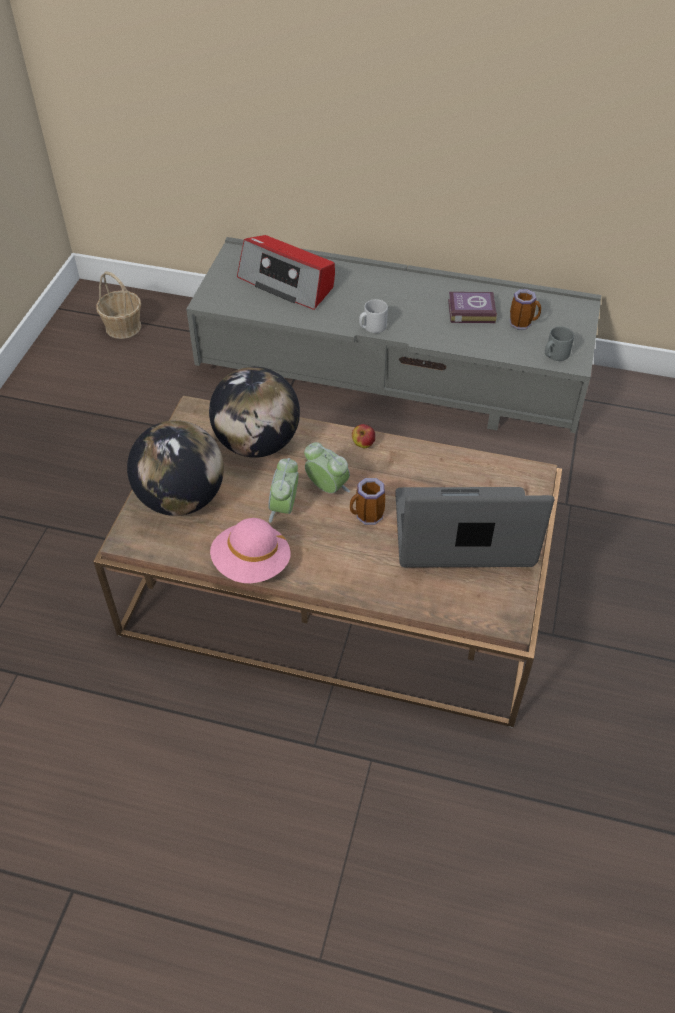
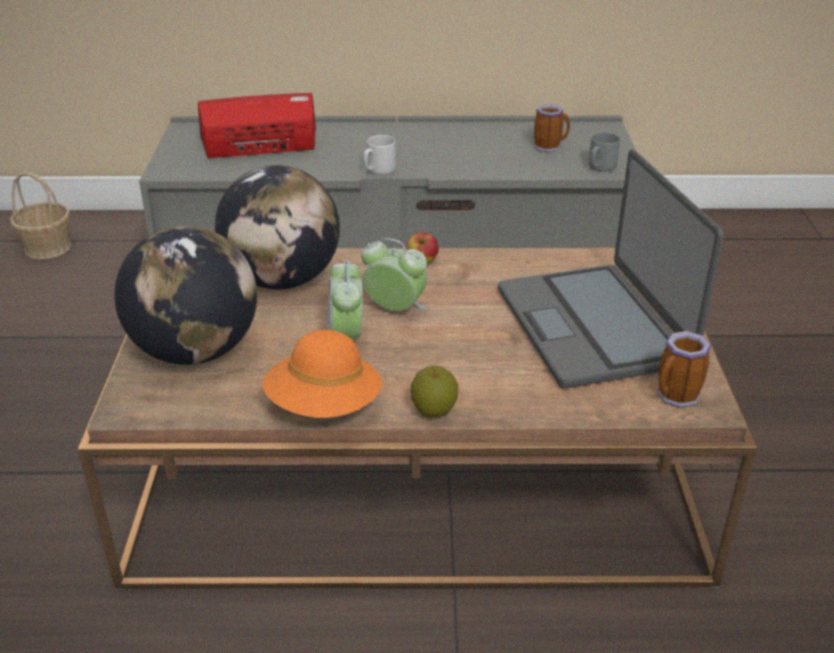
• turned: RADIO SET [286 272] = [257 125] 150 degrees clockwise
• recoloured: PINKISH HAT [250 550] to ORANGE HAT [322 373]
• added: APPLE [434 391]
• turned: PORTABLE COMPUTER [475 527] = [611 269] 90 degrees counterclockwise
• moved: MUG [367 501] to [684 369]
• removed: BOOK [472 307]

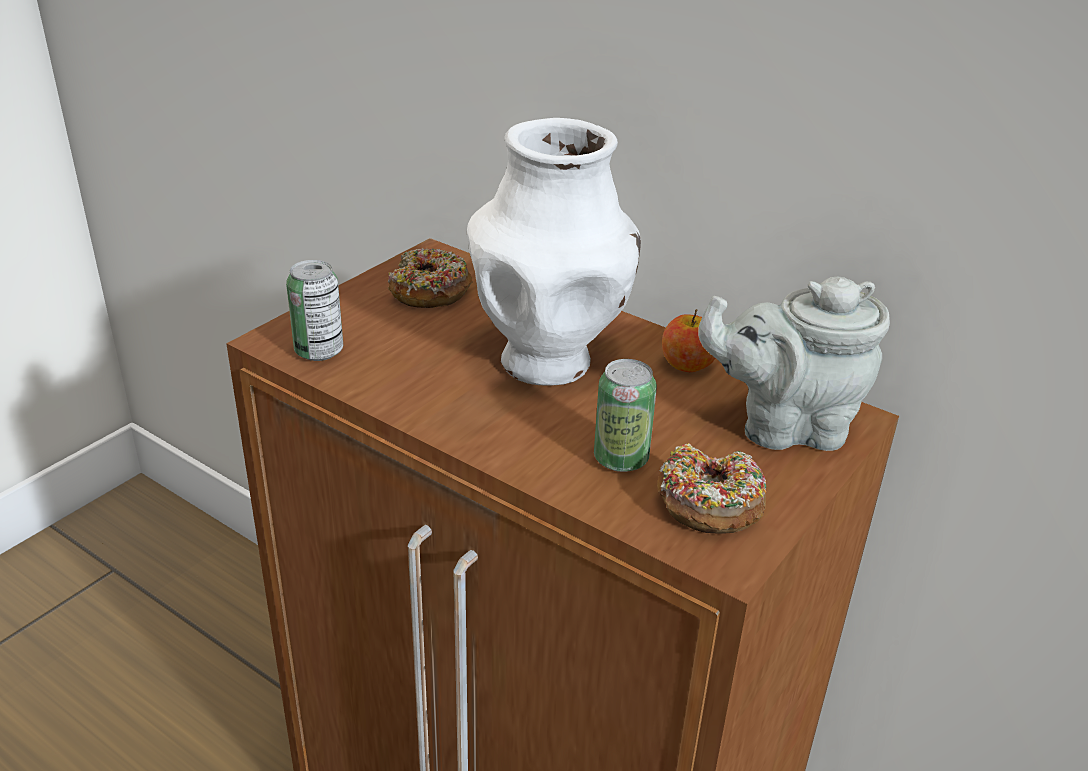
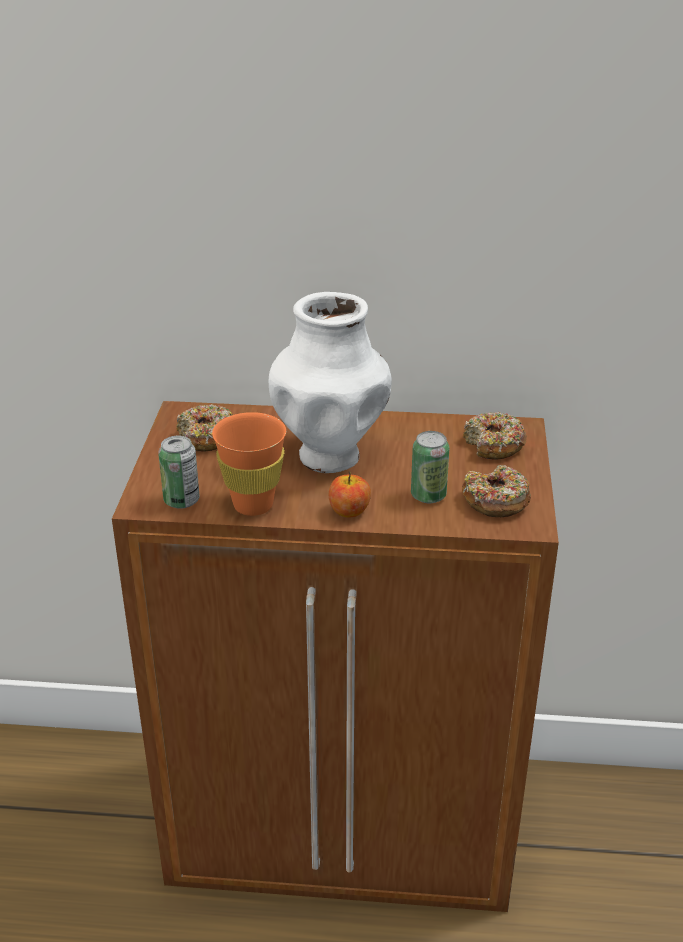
• added: ORANGE CUP [249 464]
• moved: APPLE [688 340] to [350 494]
• replaced: GREYISH POT FOR TEA [794 364] to DONUT [495 436]

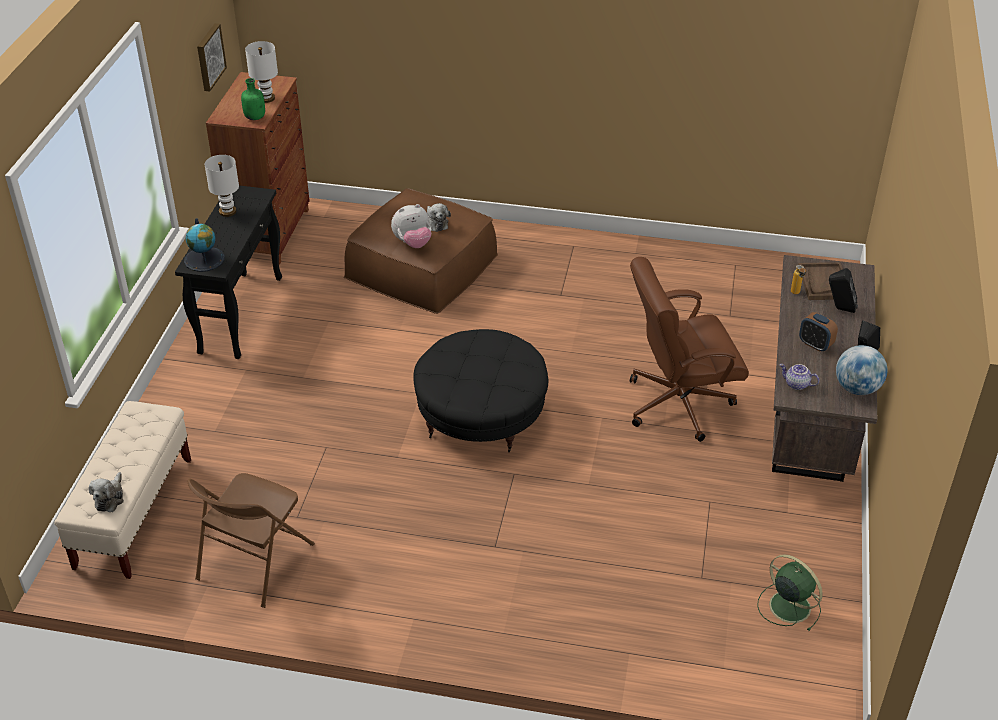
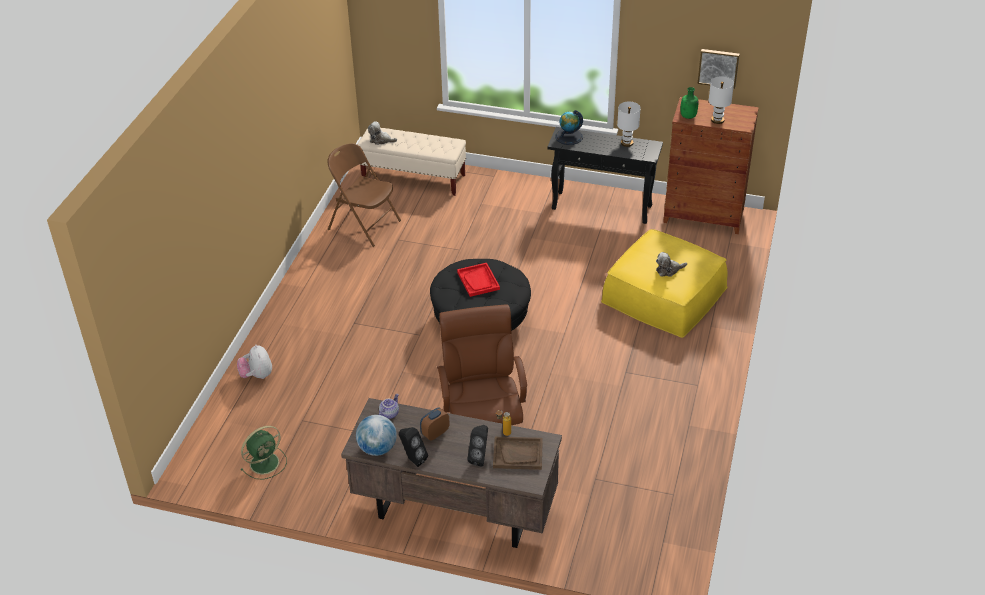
• moved: SOFT TOY [411 226] to [254 362]
• added: RED-COLOURED SERVING TRAY [478 280]
• recoloured: BROWN FOOTREST [421 251] to YELLOW FOOTREST [664 283]

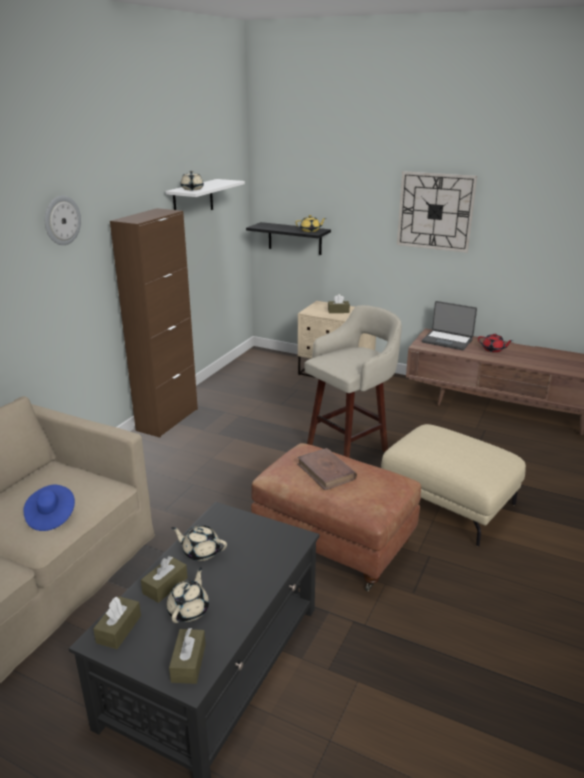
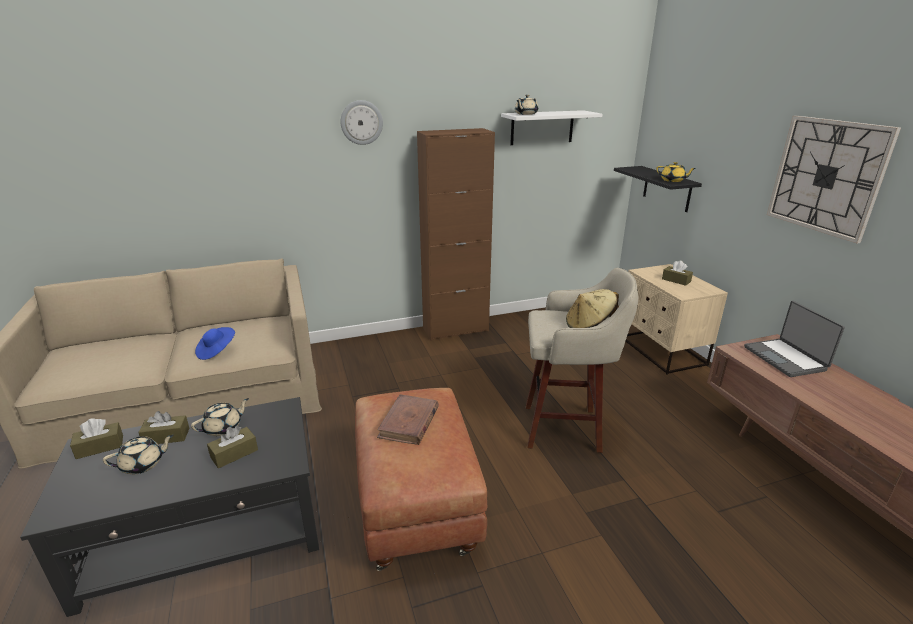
• turned: SAND-COLOURED POT FOR TEA [199 543] = [220 417] 75 degrees clockwise
• moved: BROWN BOX OF TISSUES [187 656] to [232 447]
• added: SAND-COLOURED HAT [592 308]
• removed: SAND-COLOURED FOOTREST [453 485]
• removed: RED-COLOURED POT FOR TEA [495 343]

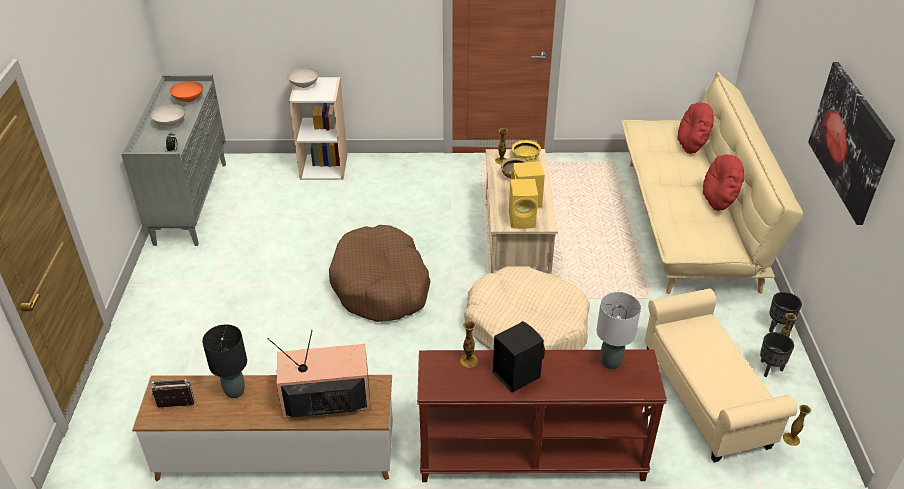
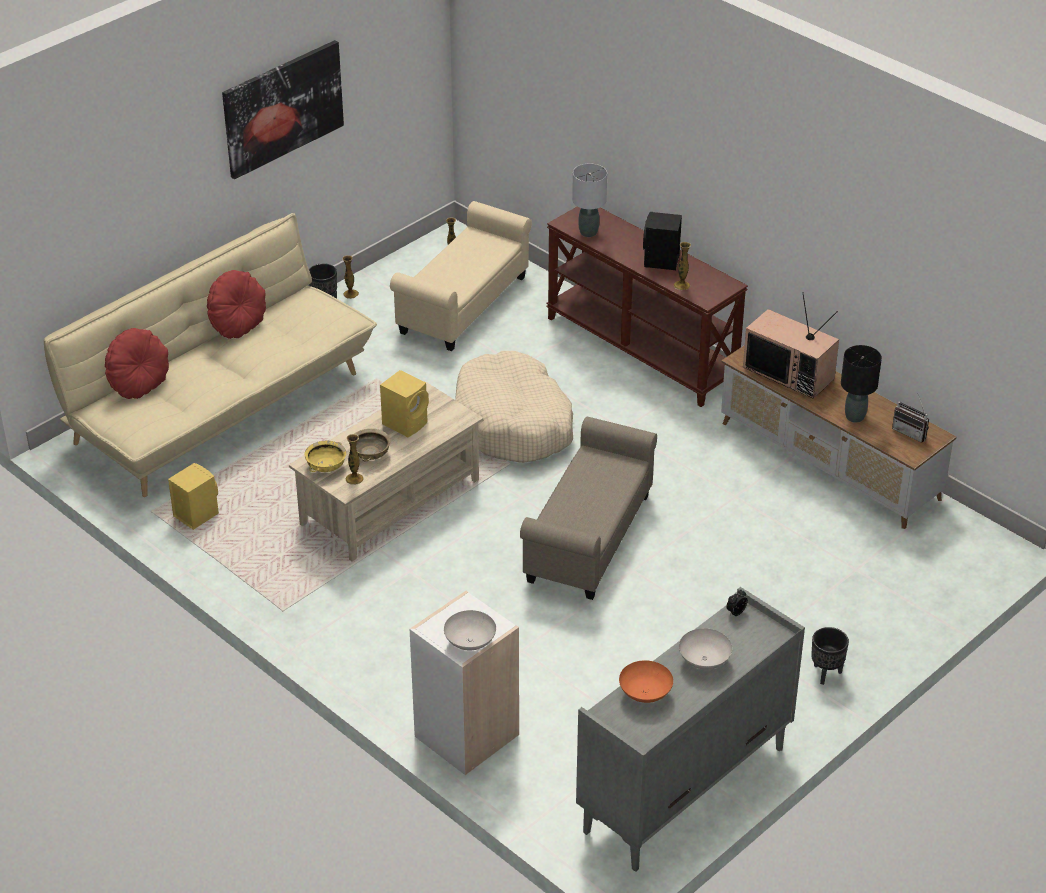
• moved: YELLOW SPEAKER [523 204] to [193 496]
• replaced: BROWN DOG BED [380 273] to SAND-COLOURED FOOTREST [588 508]
• moved: BLACKISH PLANT POT [777 354] to [830 656]

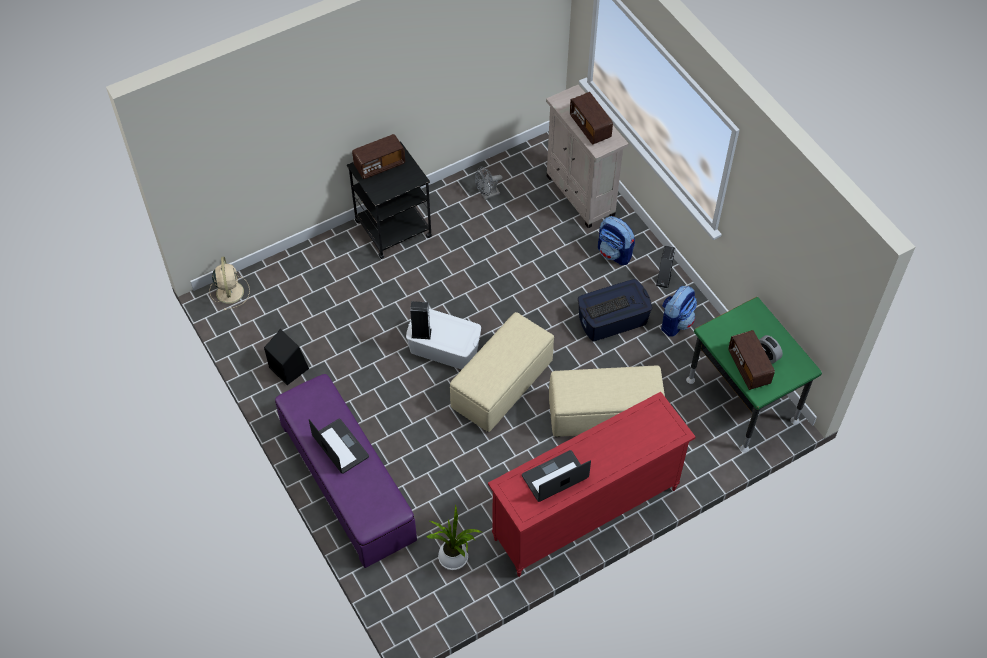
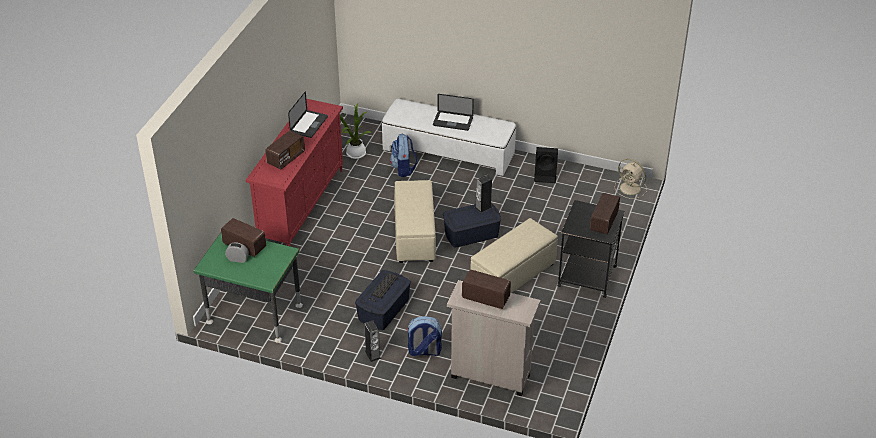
• added: RADIO SET [285 150]
• recoloured: PURPLE-COLOURED LONG SEAT [346 471] to WHITE LONG SEAT [449 137]
• moved: KNAPSACK [679 311] to [404 155]
• recoloured: WHITE STORAGE BIN [443 339] to BLUE STORAGE BIN [472 225]
• moved: SAND-COLOURED FOOTREST [607 401] to [514 255]
• removed: GREYISH FAN [489 183]

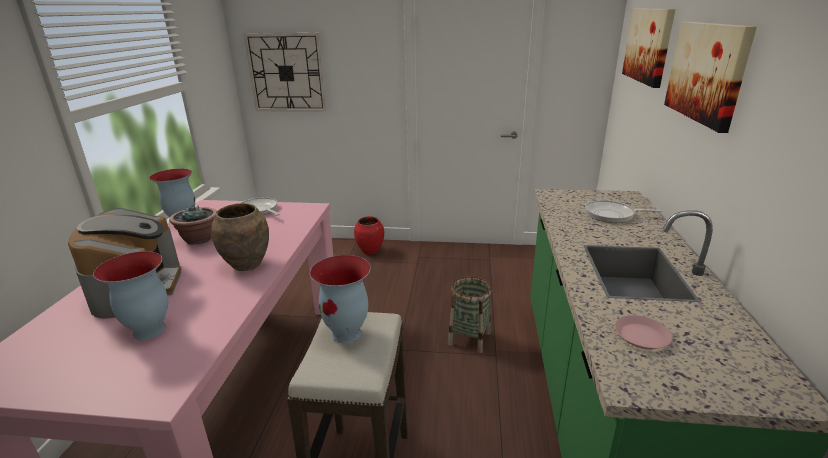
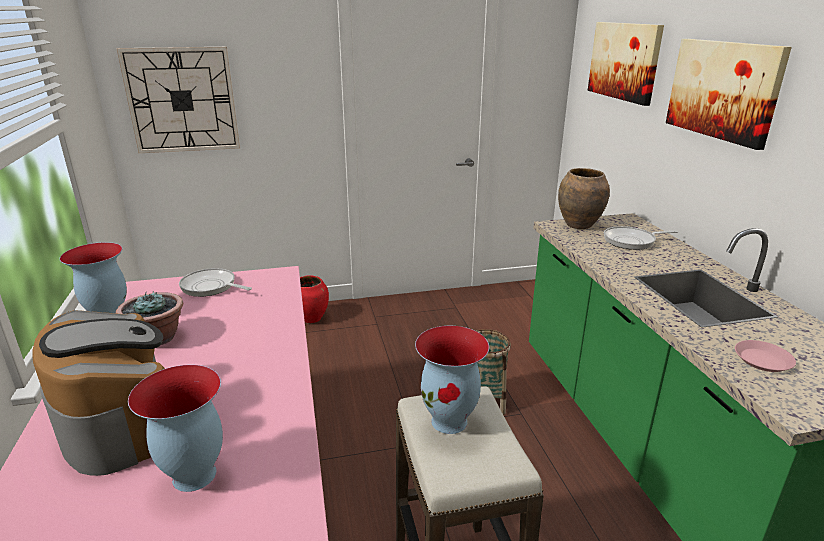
• moved: BROWN FLOWER VASE [240 237] to [584 198]

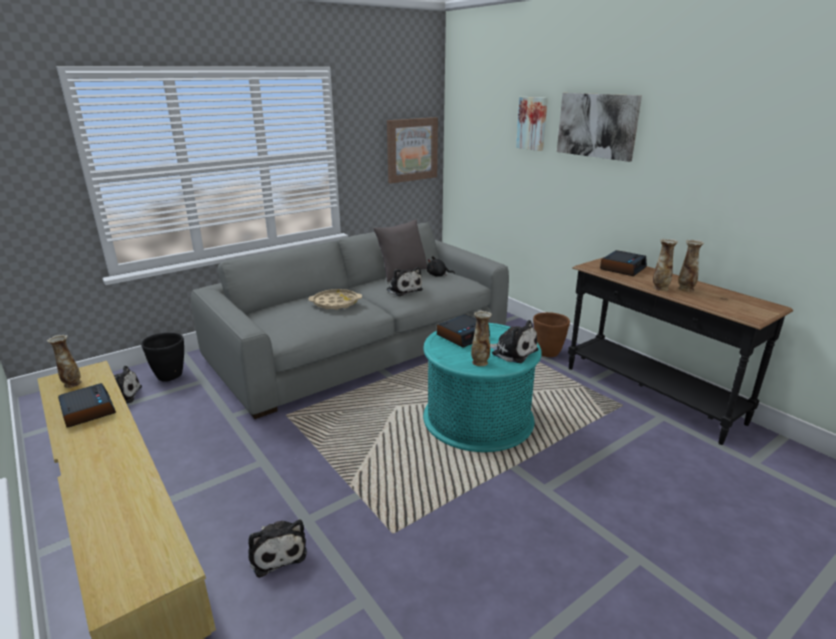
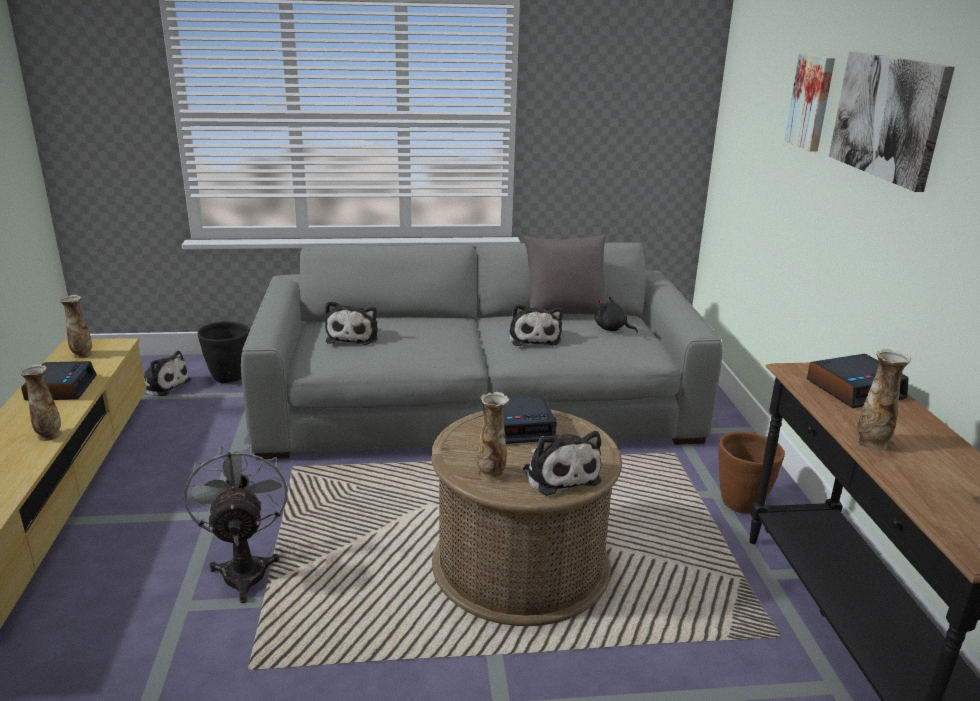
• moved: FLOWER VASE [691 266] to [40 402]
• added: GREYISH FAN [235 523]
• moved: SOFT TOY [277 549] to [351 323]
• recoloured: TURQUOISE LOW TABLE [482 387] to BROWN LOW TABLE [526 517]
• removed: SAND-COLOURED SERVING TRAY [335 299]
• removed: PICTURE [412 150]

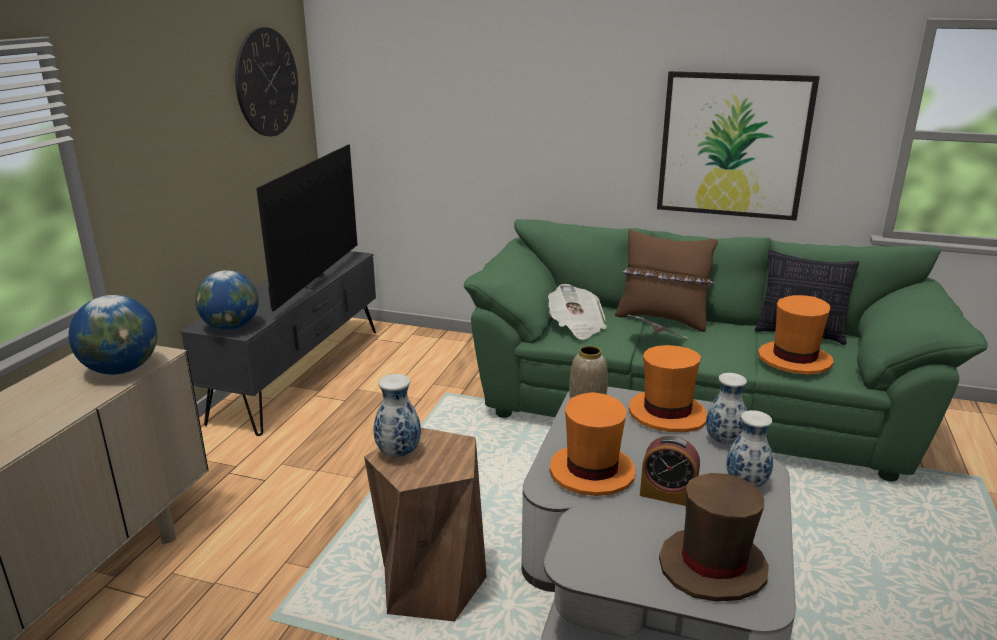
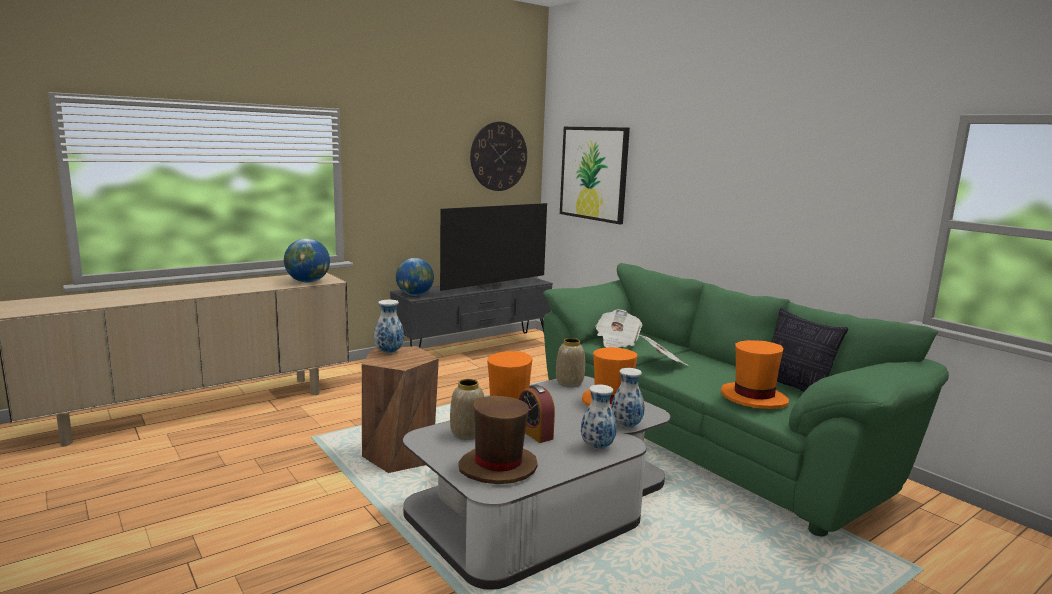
• added: FLOWER VASE [467 409]
• moved: PICTURE [738 146] to [595 175]
• removed: BROWN THROW PILLOW [666 280]

